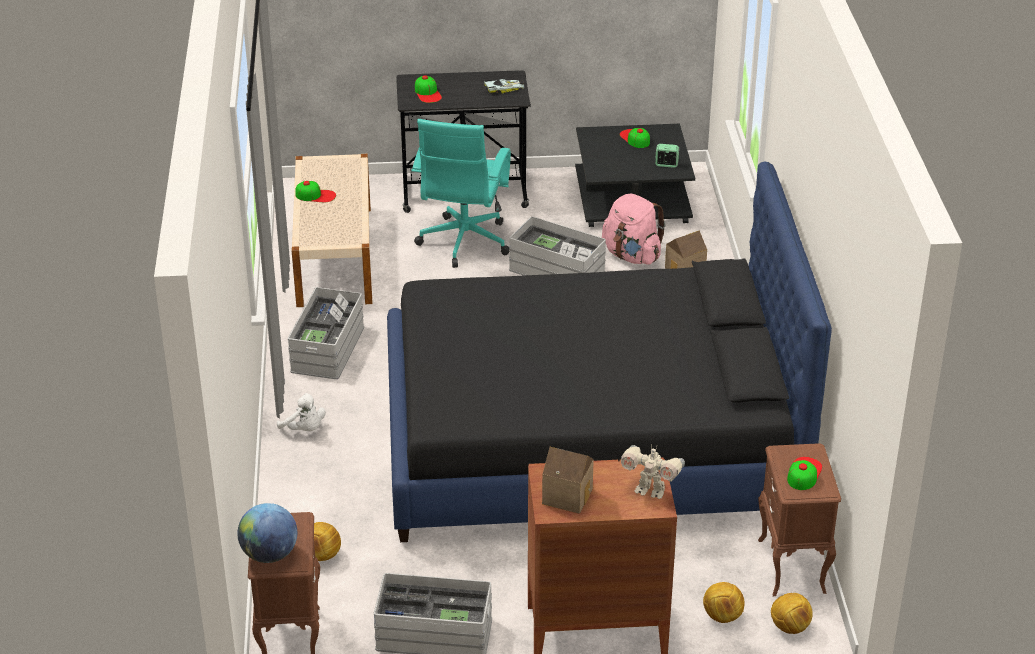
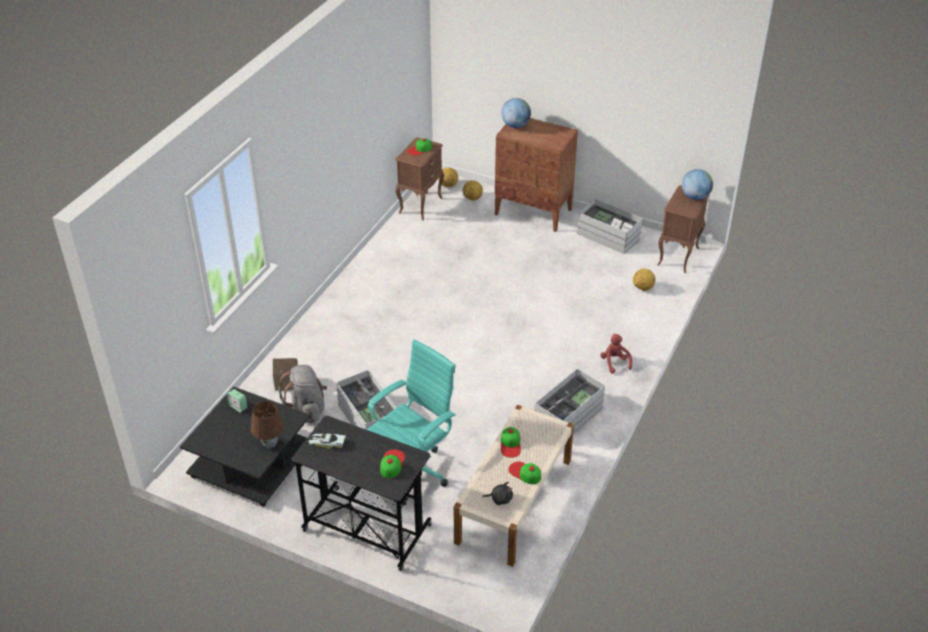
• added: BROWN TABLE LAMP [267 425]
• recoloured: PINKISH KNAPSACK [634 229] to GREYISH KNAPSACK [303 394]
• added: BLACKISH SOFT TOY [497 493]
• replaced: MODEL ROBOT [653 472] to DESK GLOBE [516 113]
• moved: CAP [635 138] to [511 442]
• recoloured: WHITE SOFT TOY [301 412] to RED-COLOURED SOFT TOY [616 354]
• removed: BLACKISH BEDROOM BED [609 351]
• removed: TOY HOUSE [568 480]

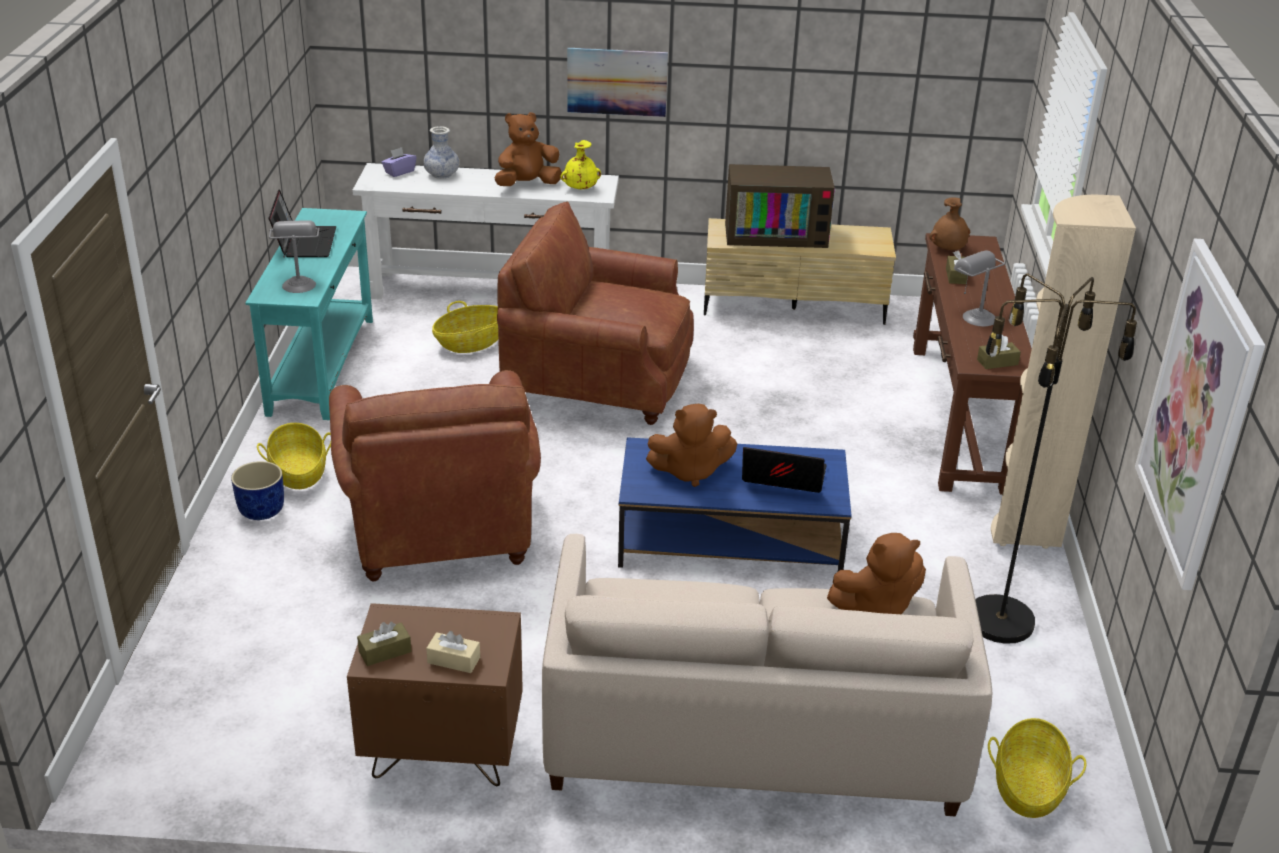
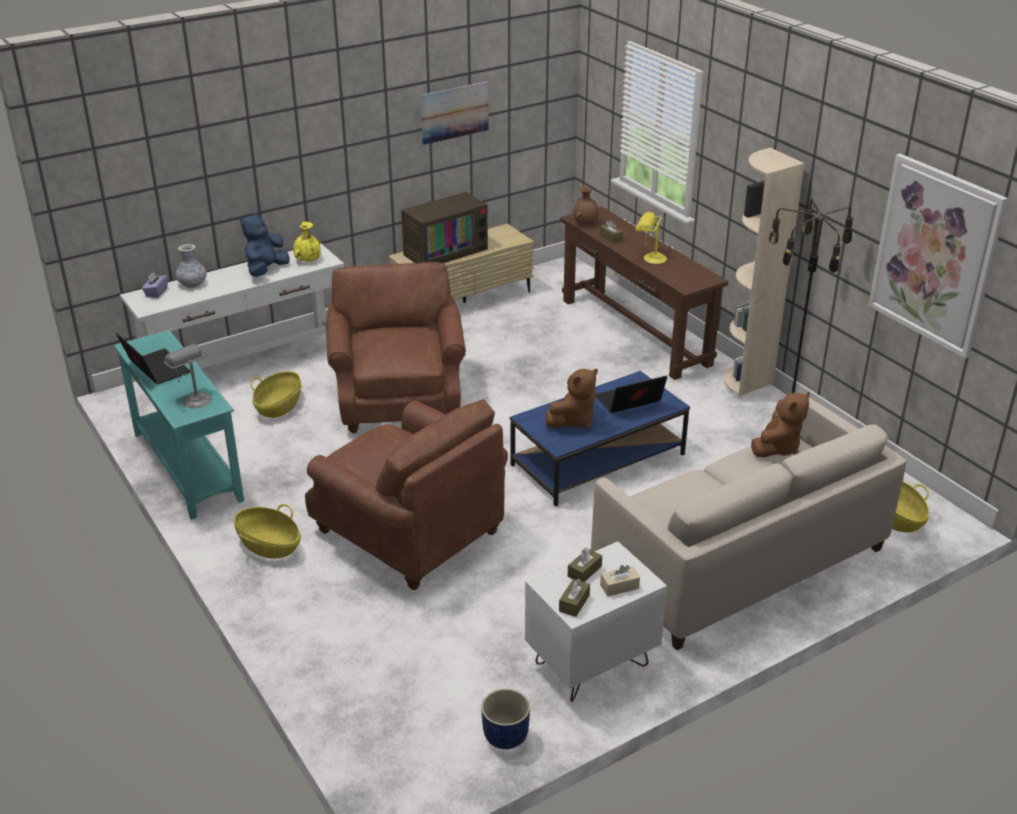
• recoloured: BROWN SOFT TOY [528 149] to BLUE SOFT TOY [265 244]
• turned: BROWN LOUNGE CHAIR [595 313] = [396 347] 105 degrees clockwise
• moved: PICTURE [617 82] to [454 113]
• moved: BLUE PLANT POT [257 490] to [505 719]
• recoloured: BROWN BEDSIDE TABLE [435 694] to WHITE BEDSIDE TABLE [596 622]
• moved: BROWN BOX OF TISSUES [999 352] to [585 564]
• recoloured: GREYISH TABLE LAMP [979 288] to YELLOW TABLE LAMP [651 238]

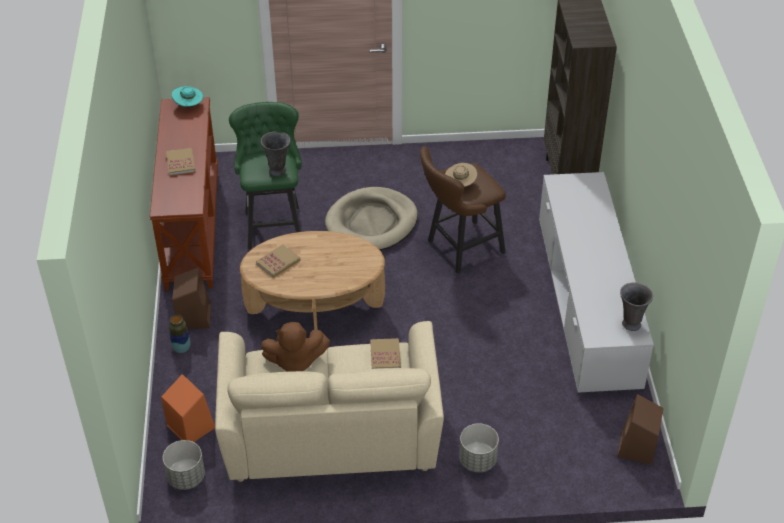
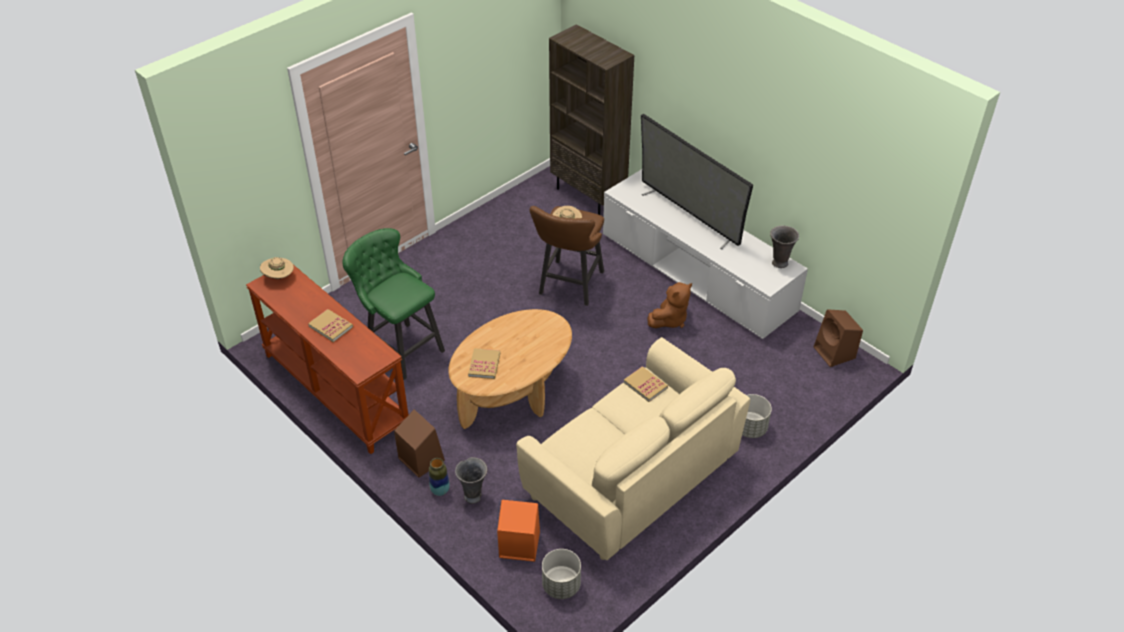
• recoloured: TURQUOISE HAT [187 96] to SAND-COLOURED HAT [277 268]
• moved: GREYISH FLOWER VASE [276 153] to [471 480]
• added: TV [697 182]
• moved: BROWN SOFT TOY [295 347] to [669 305]
• removed: SAND-COLOURED DOG BED [371 218]

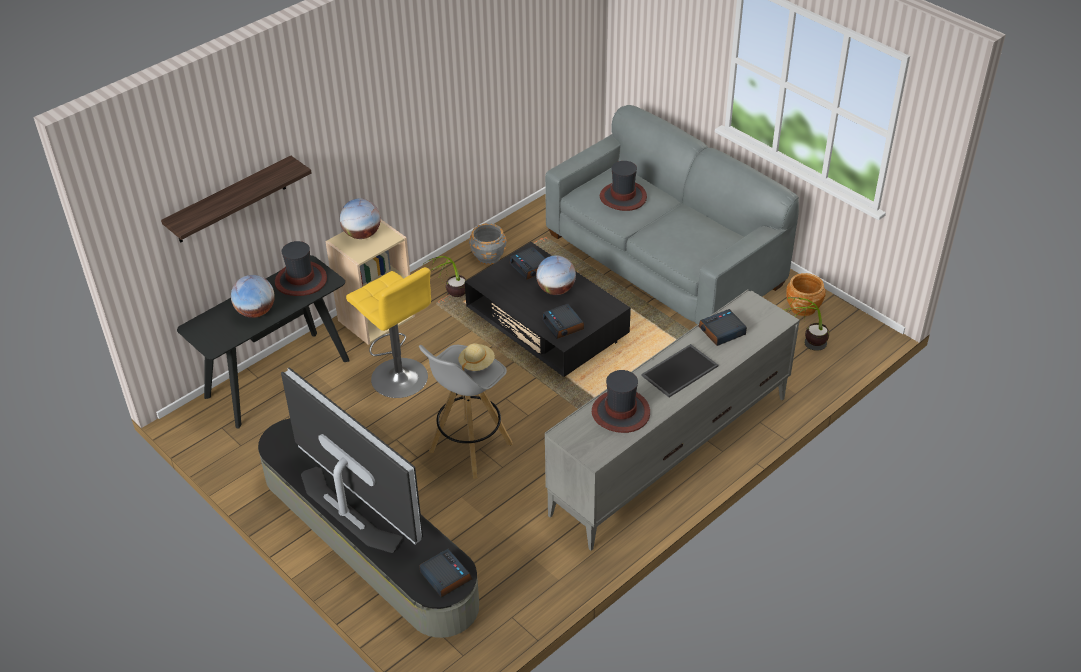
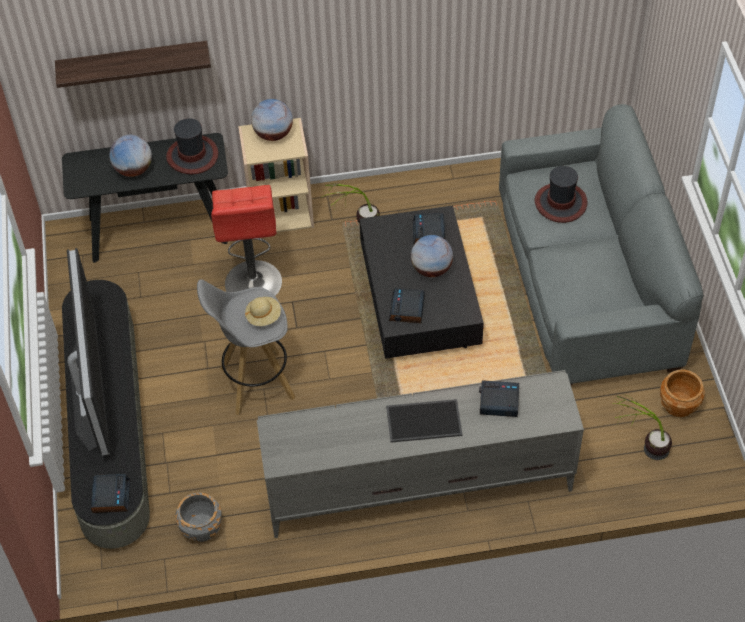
• moved: GREYISH PLANT POT [488 244] to [198 517]
• recoloured: YELLOW STOOL [388 332] to RED-COLOURED STOOL [246 240]
• removed: HAT [621 401]

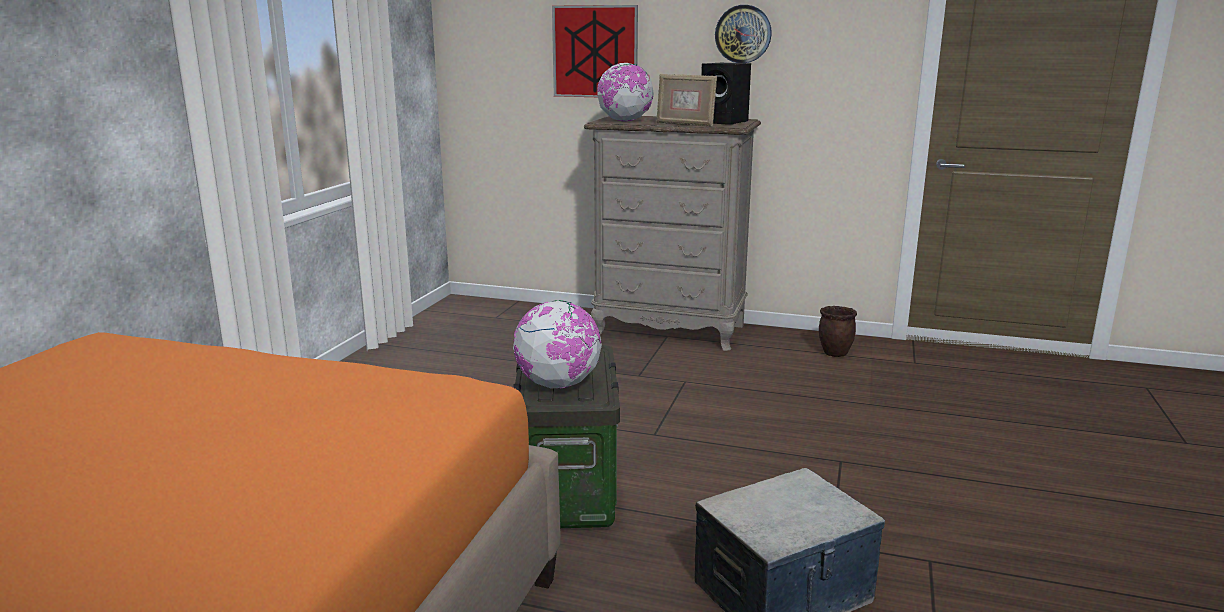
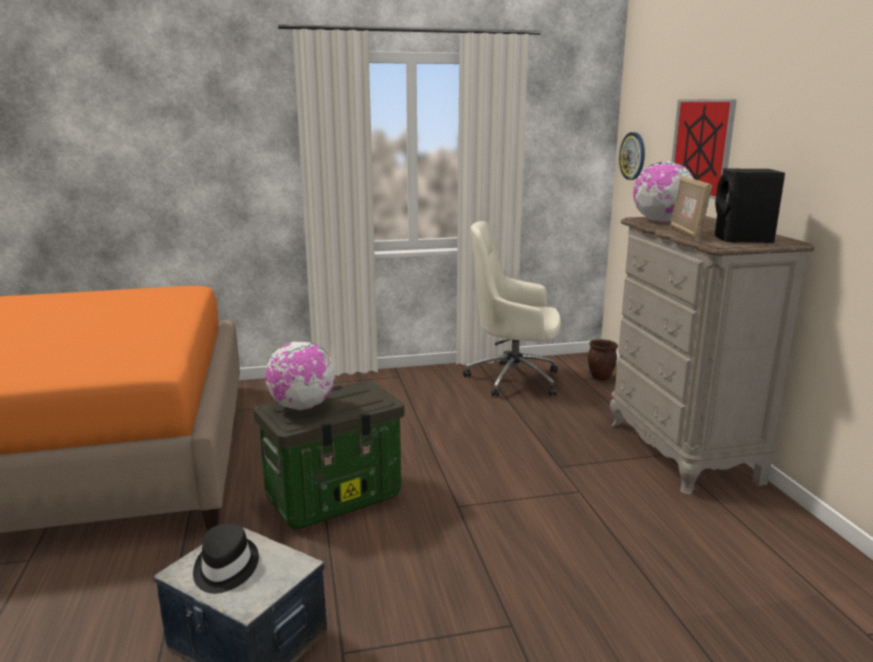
• added: BLACKISH HAT [226 558]
• added: SAND-COLOURED DESK CHAIR [512 308]
• moved: BROWN PLANT POT [838 331] to [603 359]
• moved: CLOCK ON THE WALL [743 34] to [632 156]

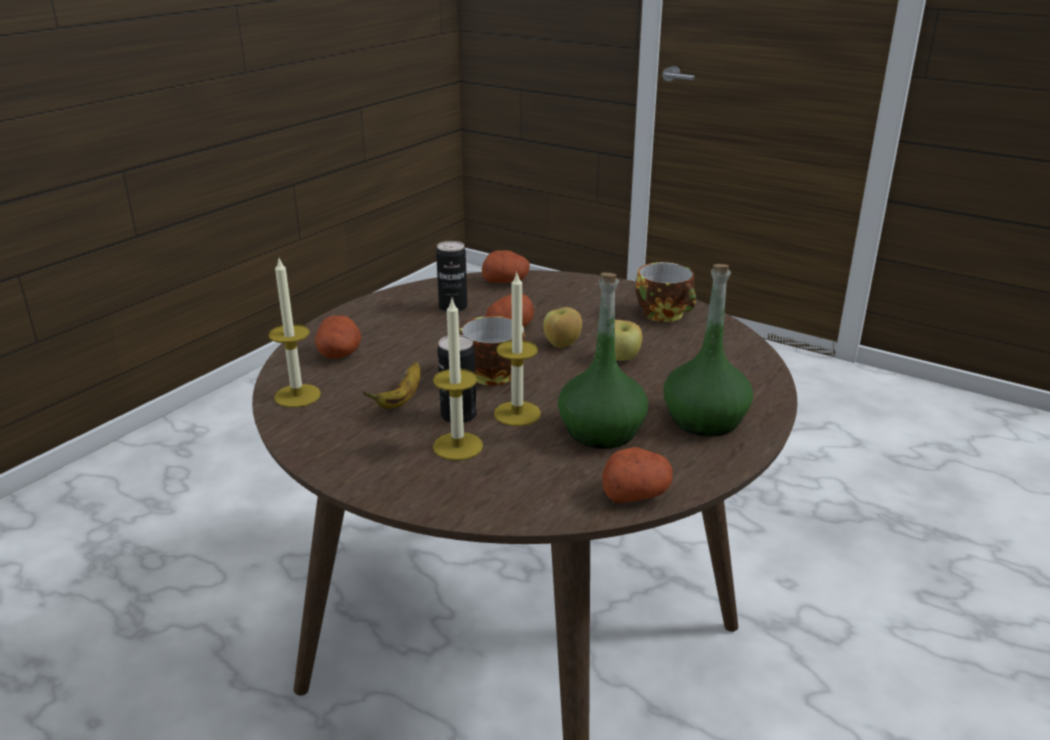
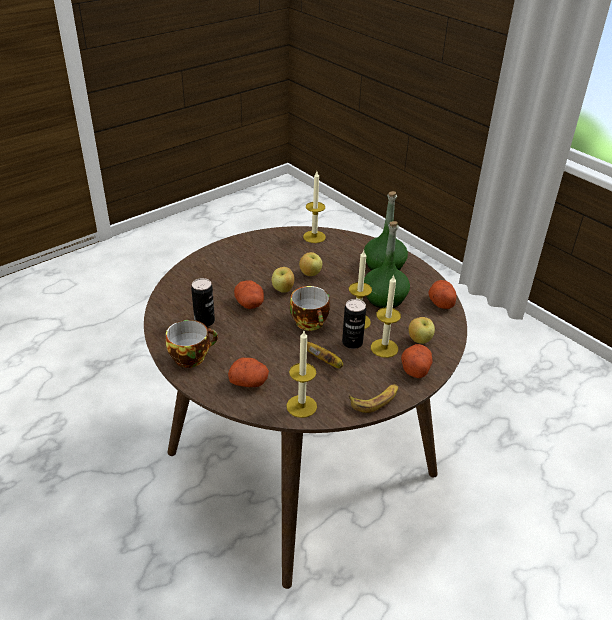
• moved: CUP [666 292] to [192 344]
• added: WAX CANDLE [314 207]
• added: BANANA FRUIT [373 398]
• moved: SPUD [506 266] to [417 361]
• added: APPLE [422 330]

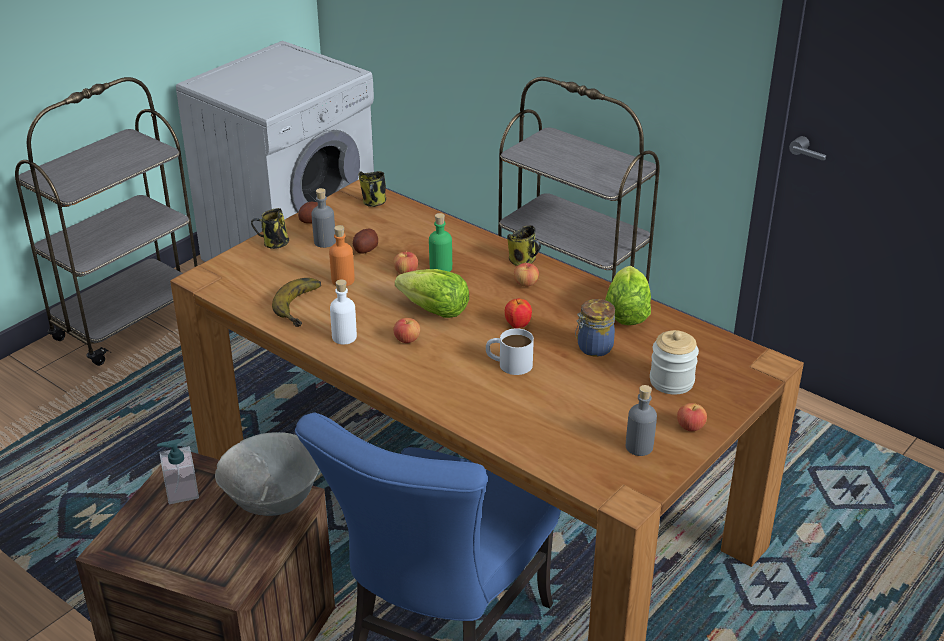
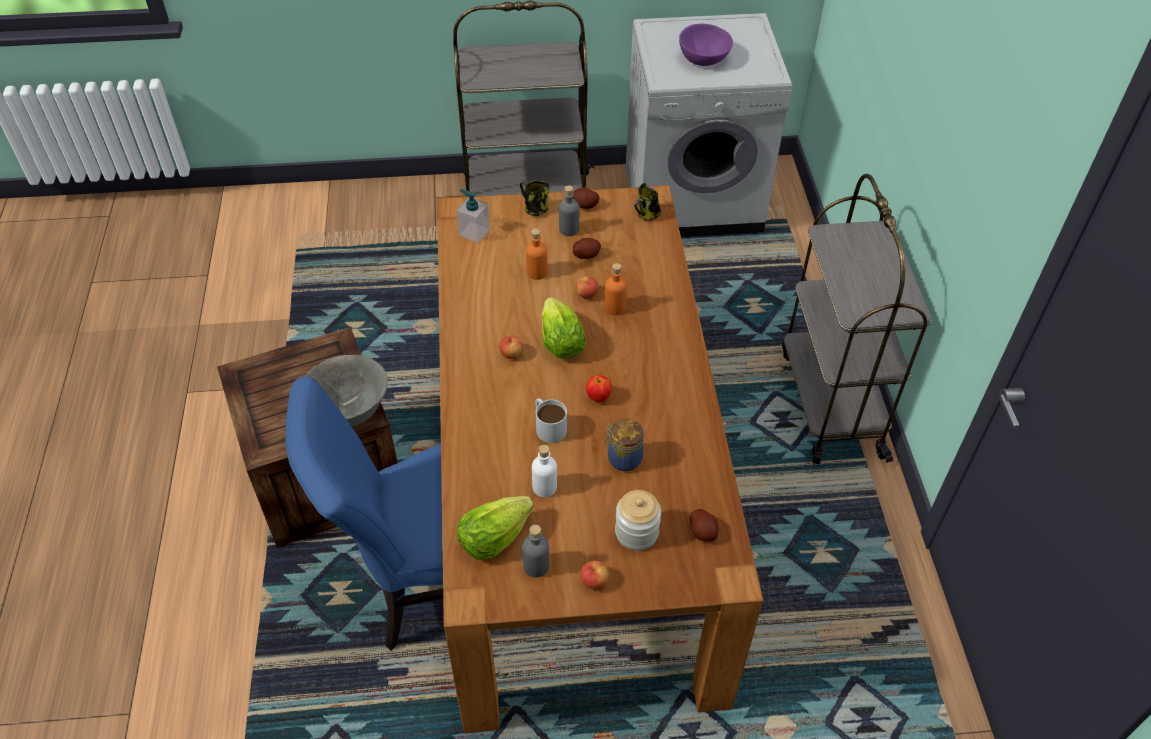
• moved: SOAP BOTTLE [178 471] to [473 216]
• moved: LETTUCE HEAD [628 295] to [495 528]
• moved: WHITE BOTTLE [343 311] to [544 471]
• recoloured: GREENISH BOTTLE [440 242] to ORANGE BOTTLE [615 289]
• added: PURPLE-COLOURED SERVING BOWL [706 45]
• added: SPUD [704 525]
• removed: BANANA FRUIT [296 302]
• removed: MUG [524 245]
• removed: APPLE [526 274]

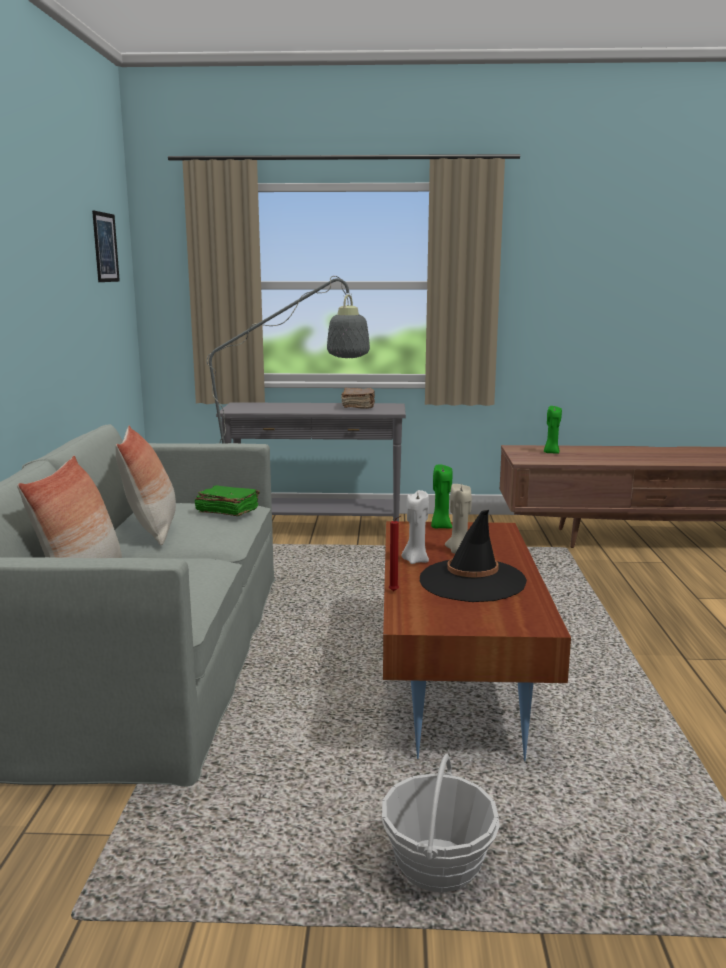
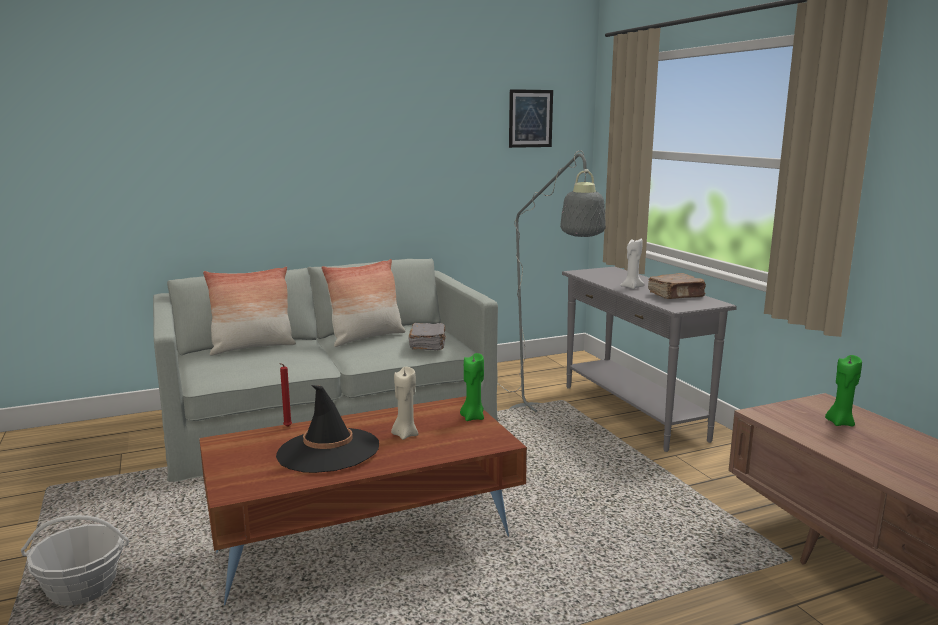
• recoloured: GREENISH BOOK [227 500] to GREYISH BOOK [427 336]
• moved: WHITE WAX CANDLE [415 527] to [632 264]

